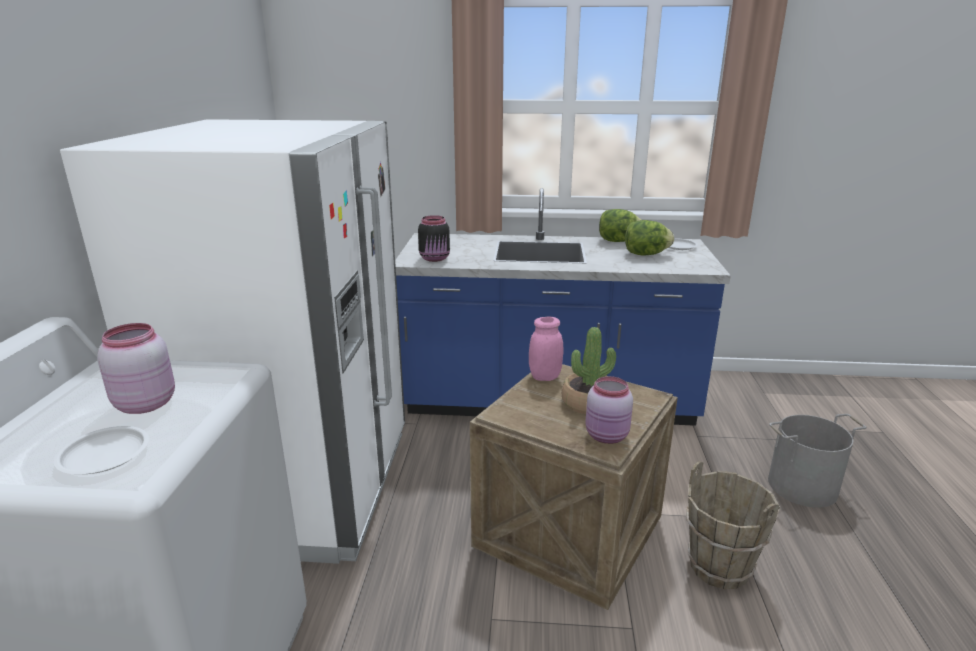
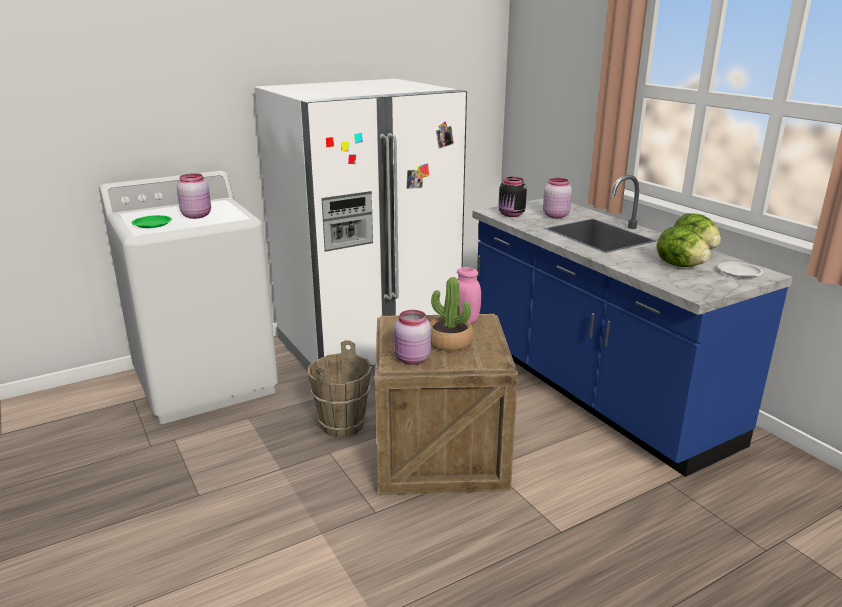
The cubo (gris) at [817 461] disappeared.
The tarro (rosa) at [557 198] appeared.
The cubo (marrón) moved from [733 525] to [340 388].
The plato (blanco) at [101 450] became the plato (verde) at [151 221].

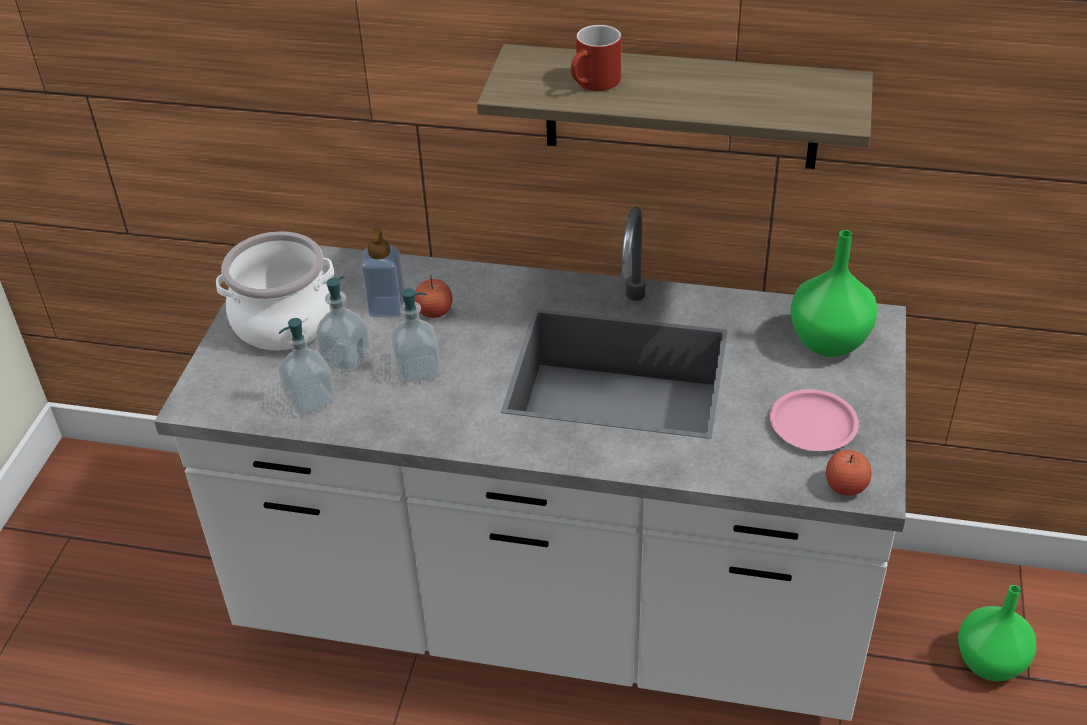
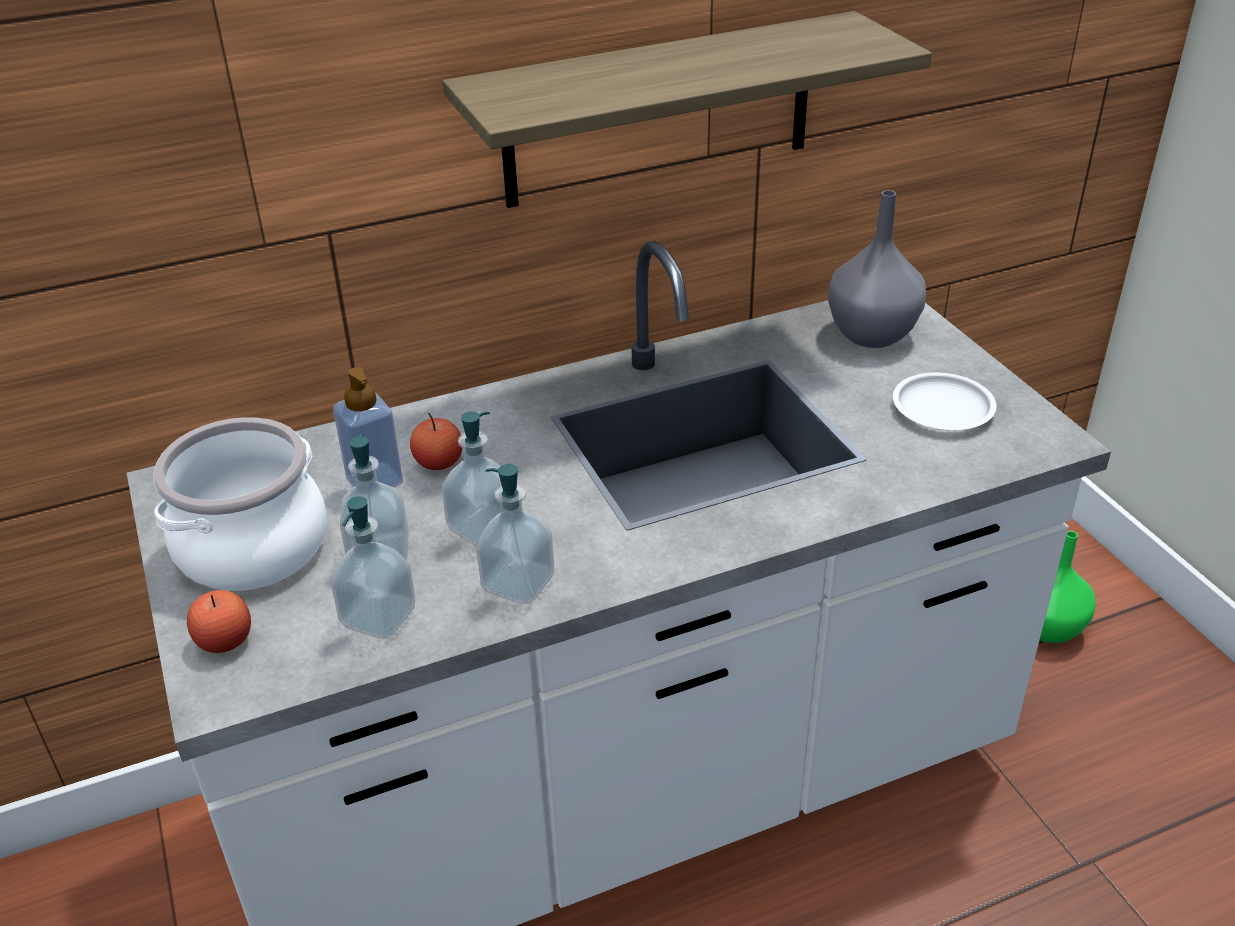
The taza grande (rojo) at [596 58] disappeared.
The dispensador de jabón at [515 534] appeared.
The manzana moved from [848 473] to [219 621].
The plato (rosa) at [814 420] became the plato (blanco) at [945 401].
The florero (verde) at [833 293] became the florero (gris) at [877 269].

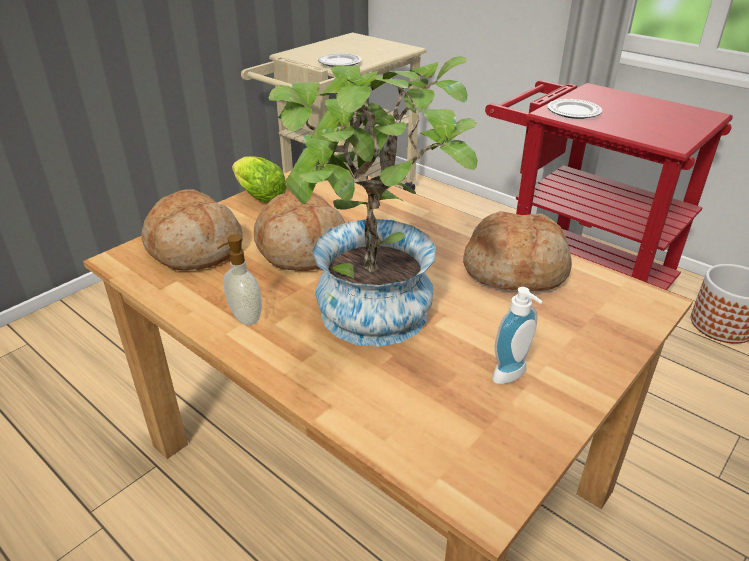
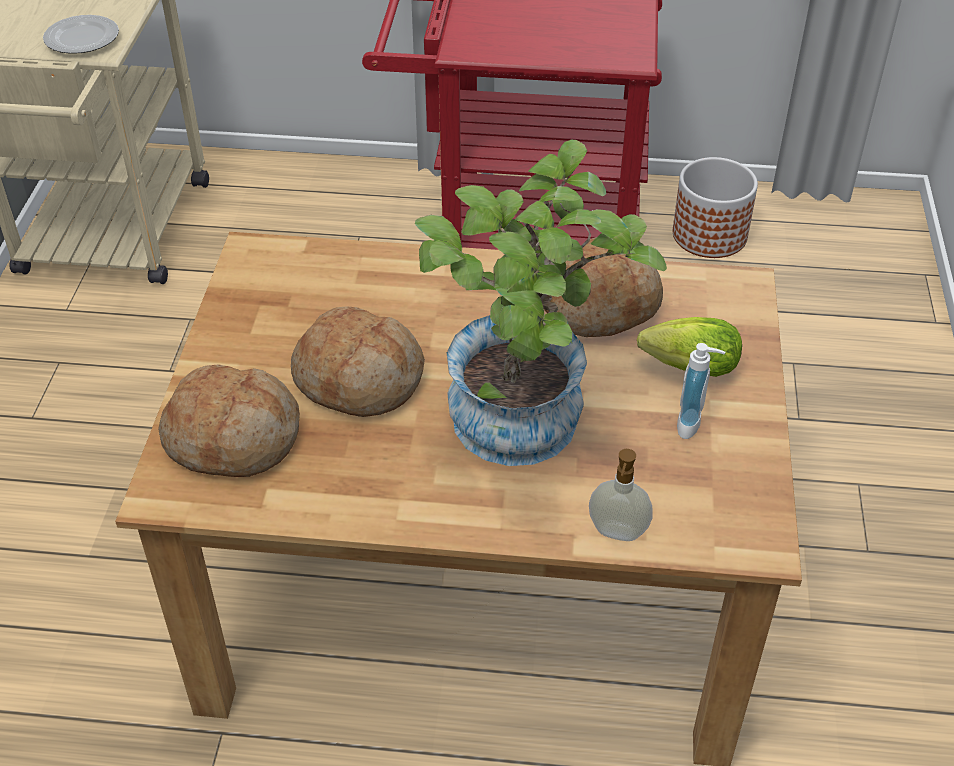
The plato at [574 109] disappeared.
The dispensador de jabón moved from [239 279] to [621 495].
The lechuga moved from [259 179] to [689 347].

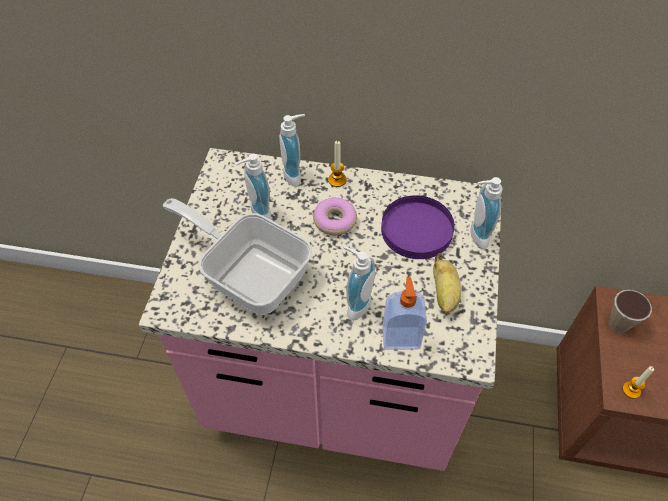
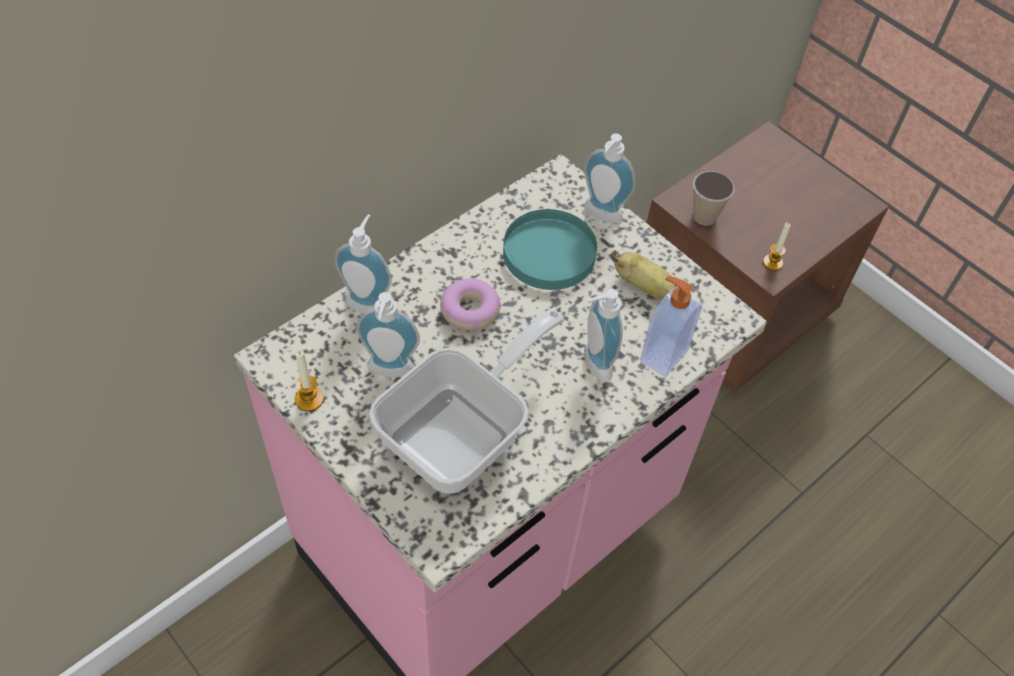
The vela moved from [337 164] to [309 381].
The plato (morado) at [418 227] became the plato (turquesa) at [550 249].
The sartén at [237 256] turned 150 degrees clockwise.

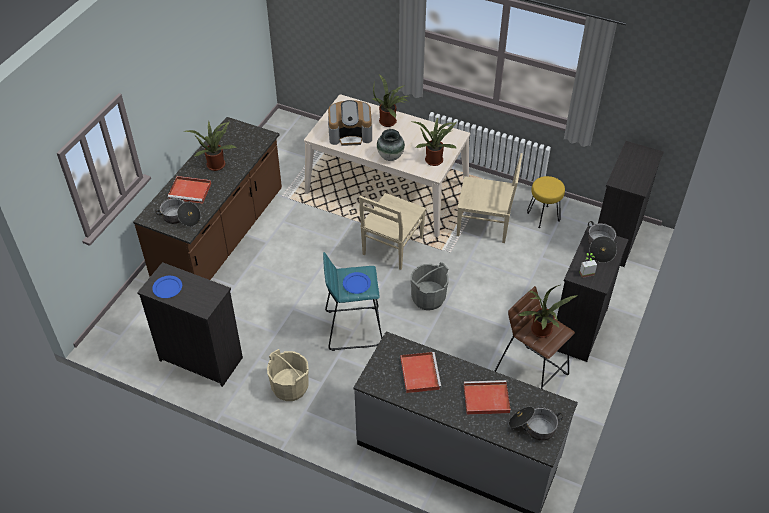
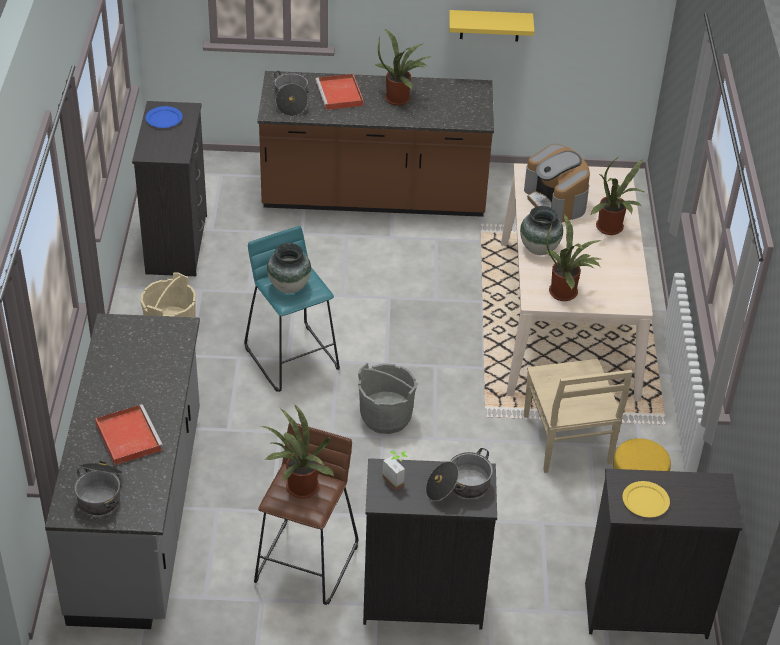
The silla (beis) at [392 231] disappeared.
The bandeja (rojo) at [420 372] disappeared.
The estante (amarillo) at [491 25] appeared.
The plato (amarillo) at [646 499] appeared.
The plato (azul) at [357 283] was replaced by the florero at [289 268].

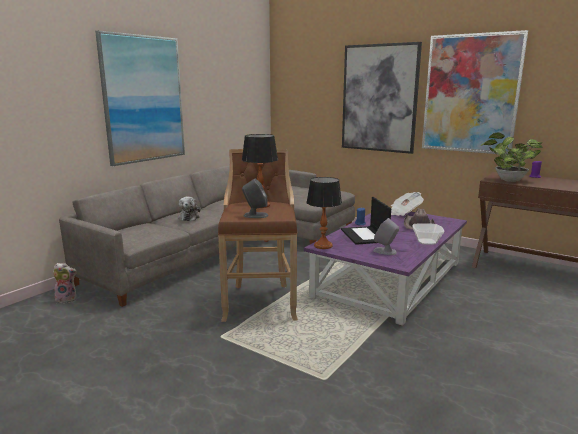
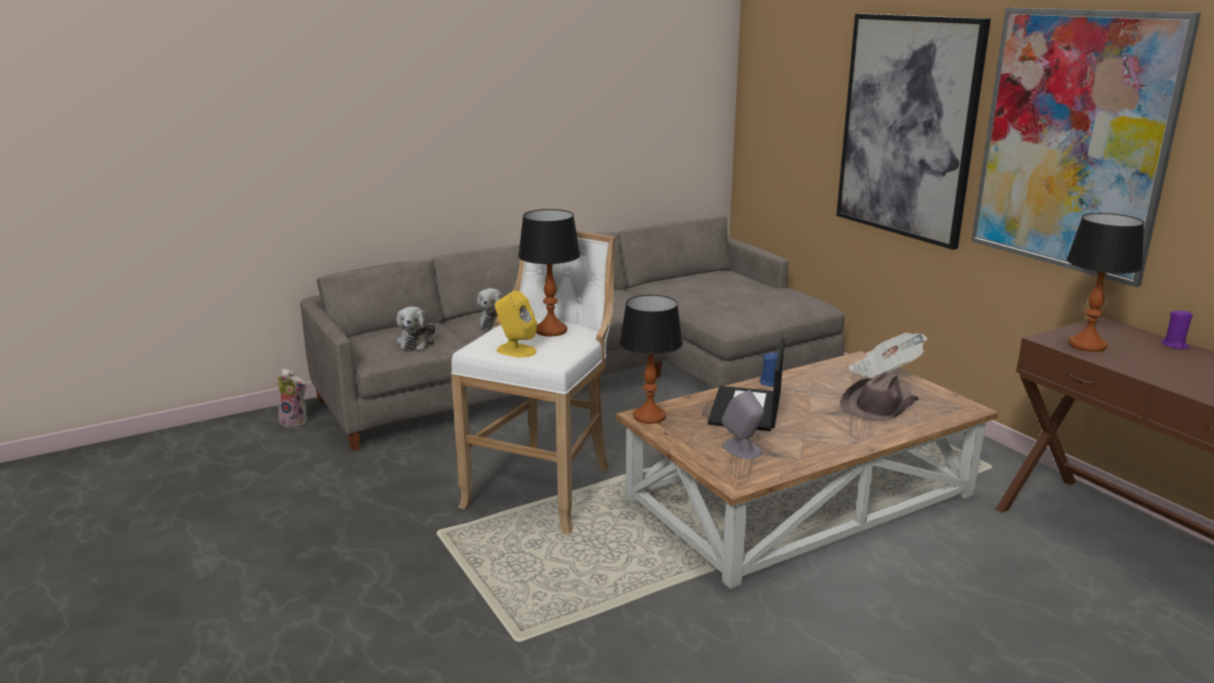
The cuadro at [140 98] disappeared.
The cuenco at [428 234] disappeared.
The peluche at [416 328] appeared.
The planta en maceta at [512 157] was replaced by the lámpara de mesa at [1105 282].
The taburete (marrón) at [258 235] became the taburete (blanco) at [533 381].
The altavoz (gris) at [255 198] became the altavoz (amarillo) at [516 324].
The mesa de centro (morado) at [385 269] became the mesa de centro (marrón) at [807 470].

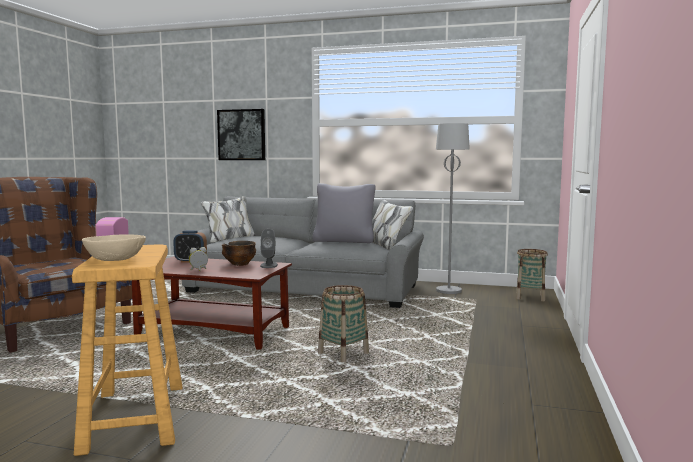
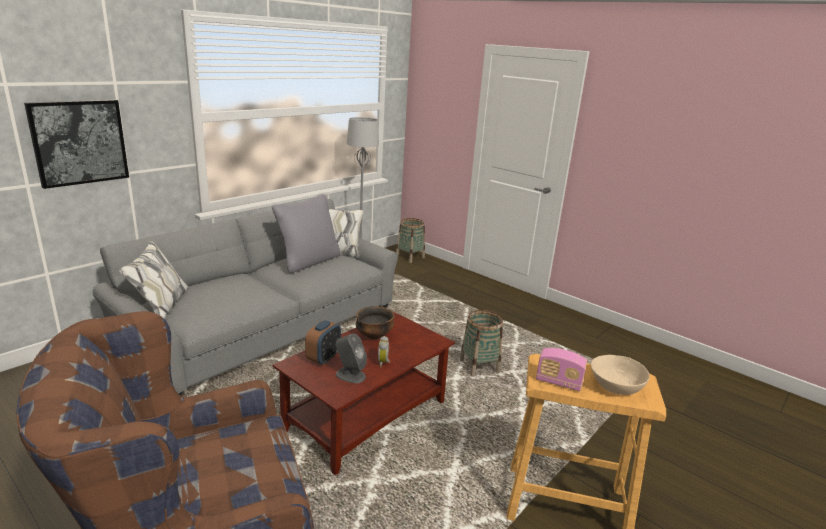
The altavoz (gris) moved from [269 248] to [351 358].

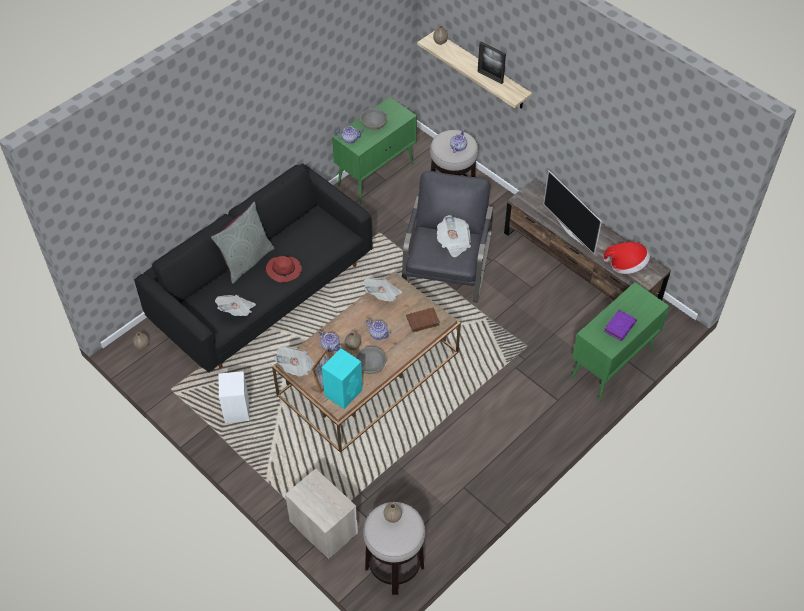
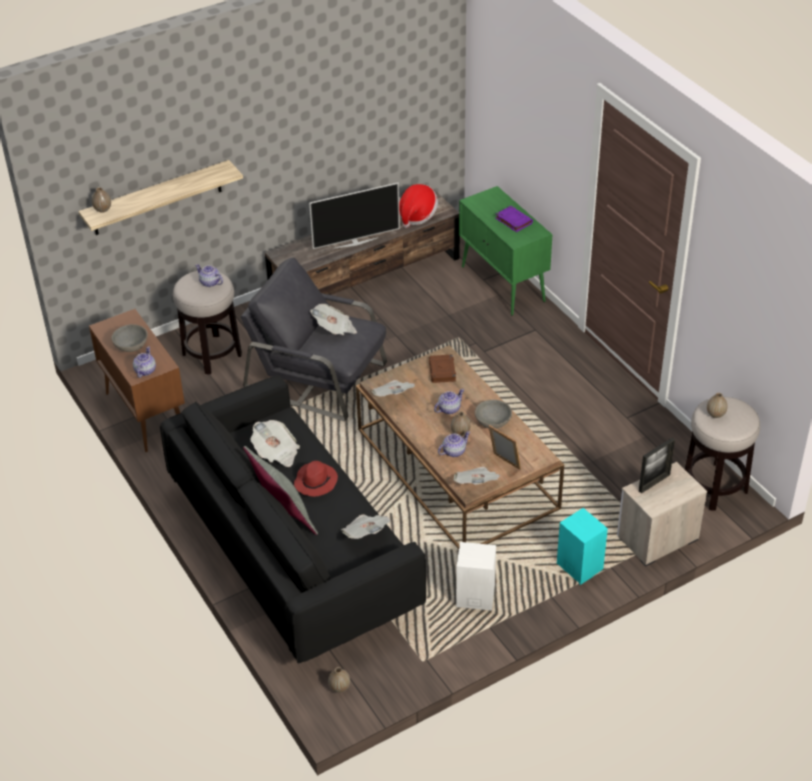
The periódico at [275 443] appeared.
The altavoz (turquesa) moved from [342 378] to [582 546].
The portarretratos moved from [492 62] to [657 466].
The armario (verde) at [374 150] became the armario (marrón) at [137 380].

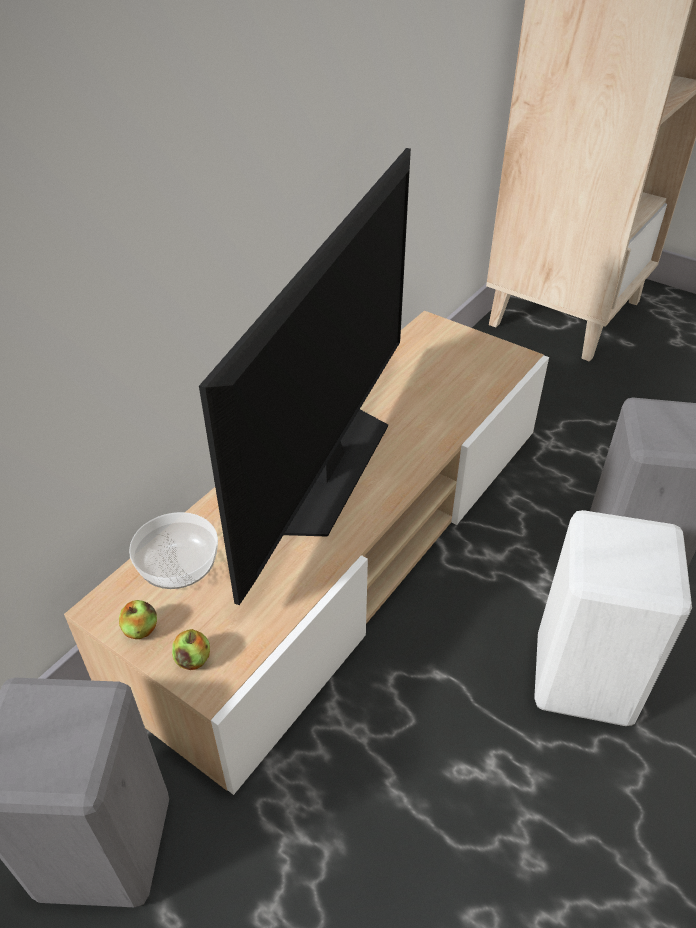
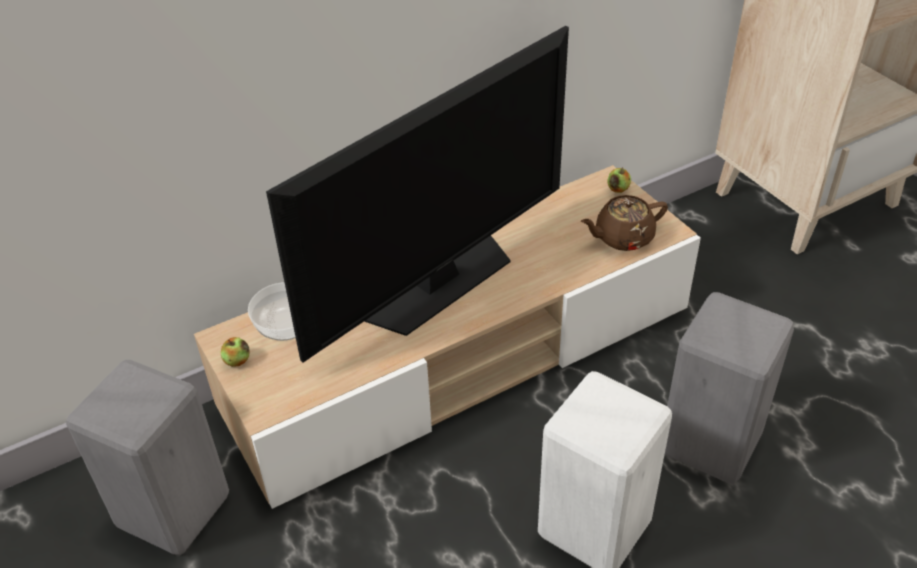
The tetera (marrón) at [624 223] appeared.
The manzana moved from [191 649] to [619 180].

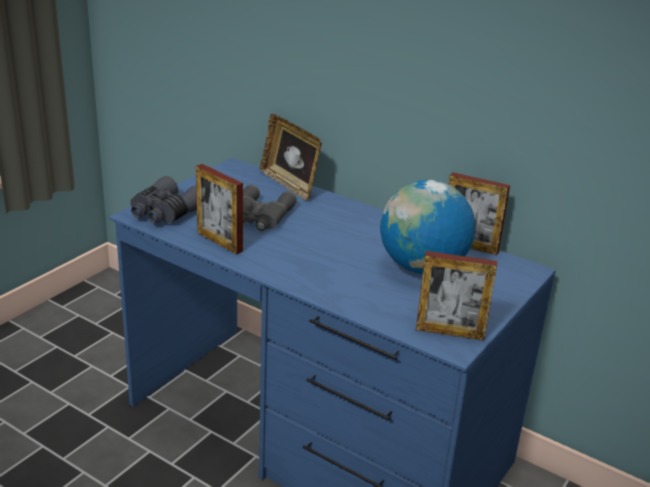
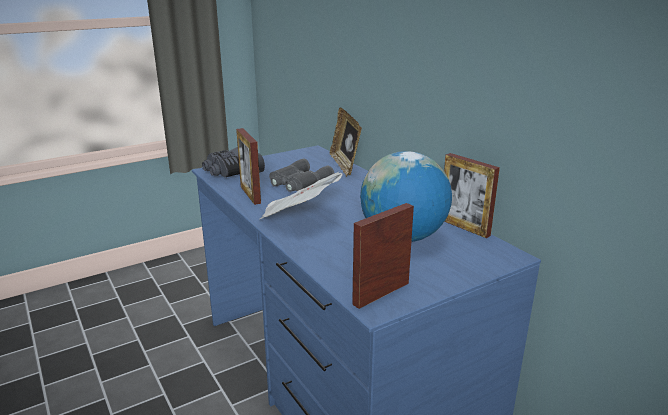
The periódico at [301 195] appeared.
The portarretratos at [456 296] turned 105 degrees clockwise.

